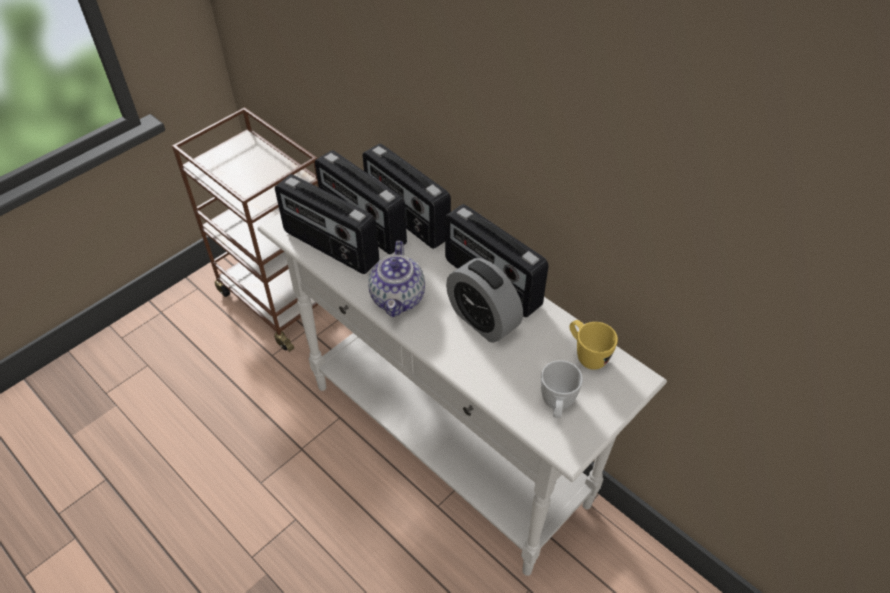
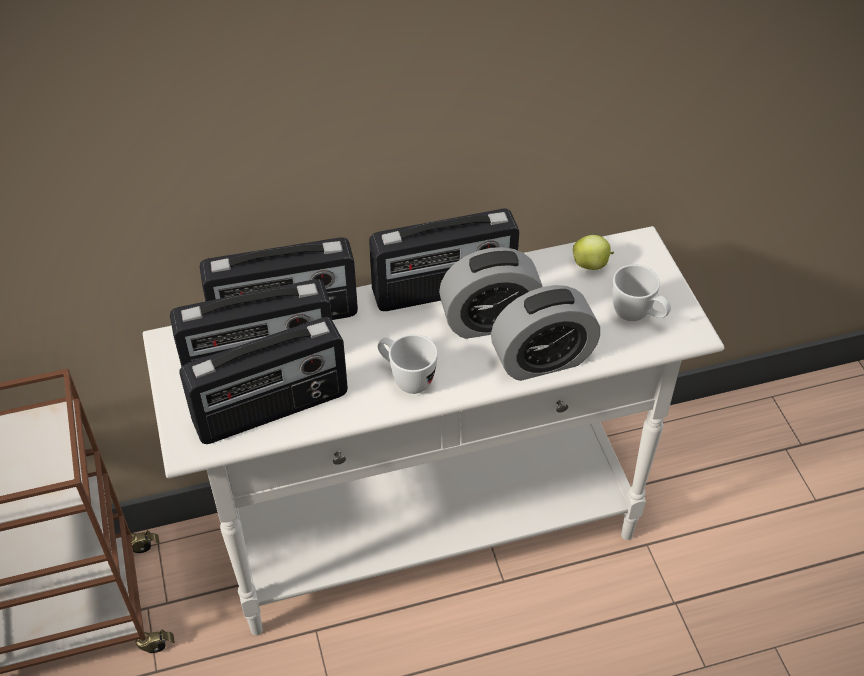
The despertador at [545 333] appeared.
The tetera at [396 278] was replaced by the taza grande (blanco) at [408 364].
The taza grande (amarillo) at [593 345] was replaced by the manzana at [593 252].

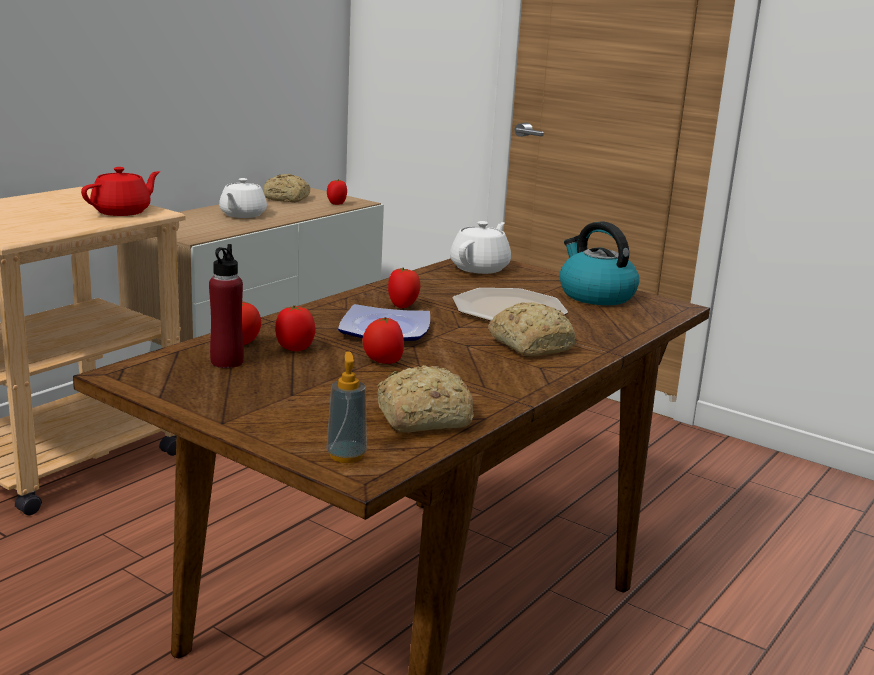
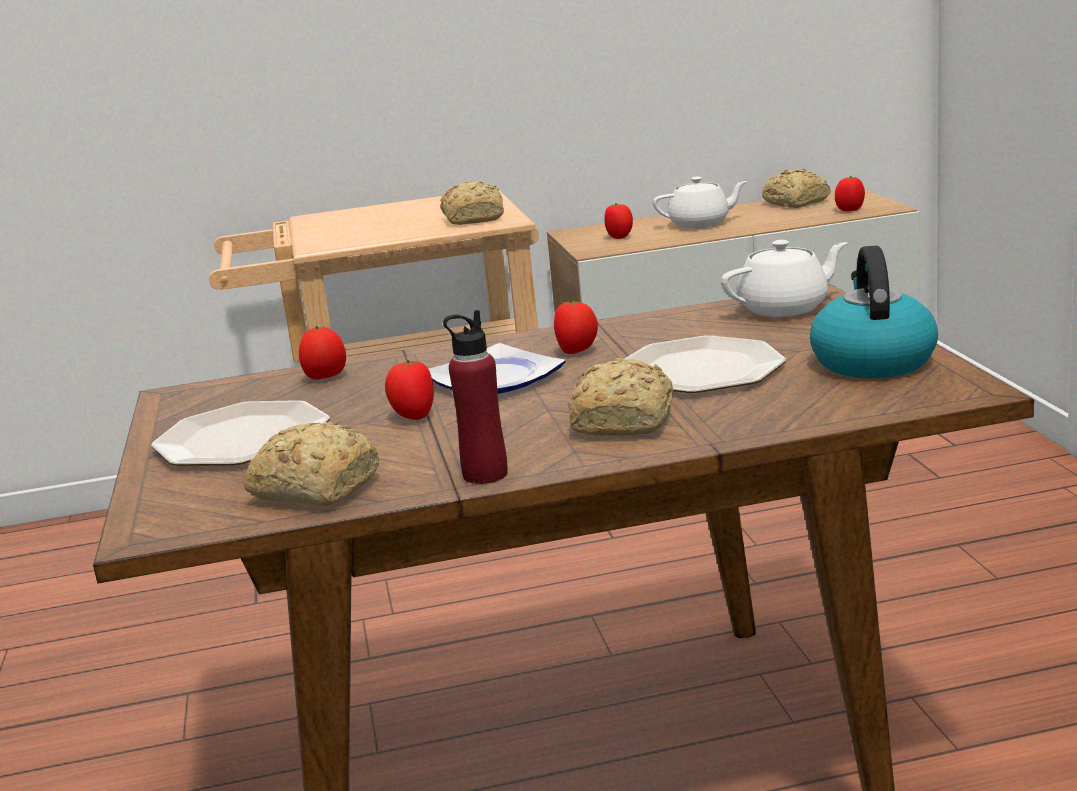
The dispensador de jabón at [346 407] disappeared.
The plato at [240 433] appeared.
The botella (rojo) moved from [226 306] to [475 397].
The tomate moved from [295 328] to [618 221].
The tetera (rojo) at [120 191] was replaced by the pan at [472 203].
The tetera (blanco) at [243 198] turned 150 degrees counterclockwise.

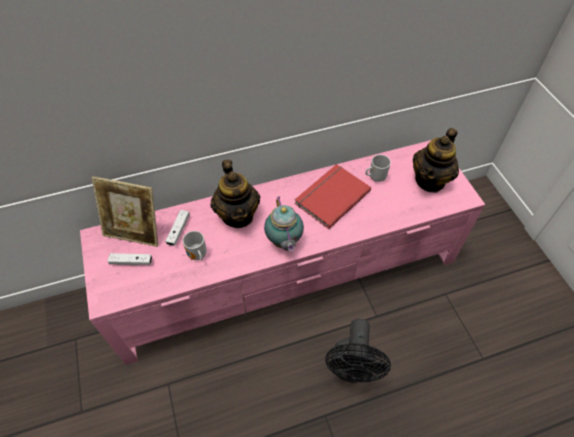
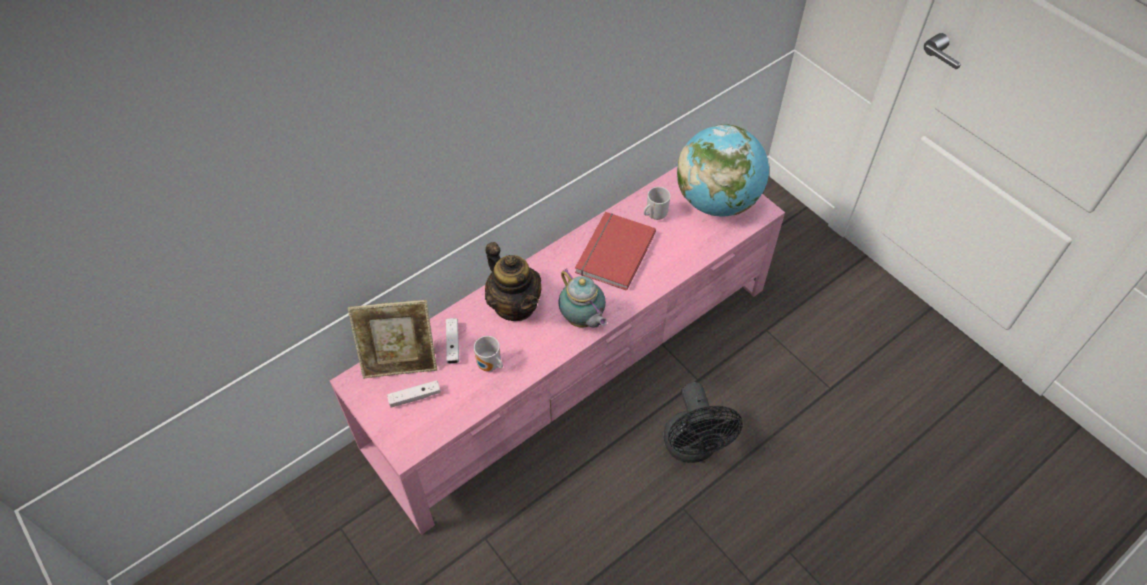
The tetera at [436 160] was replaced by the globo terráqueo at [723 170].

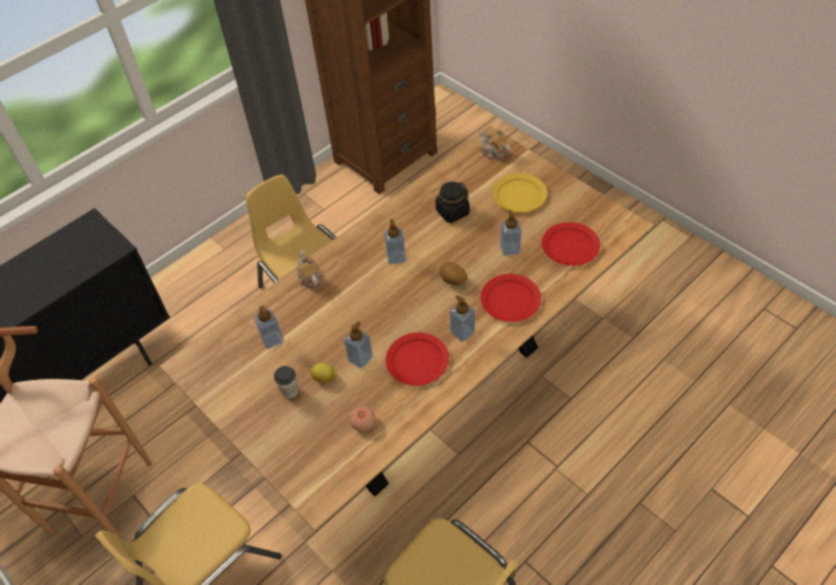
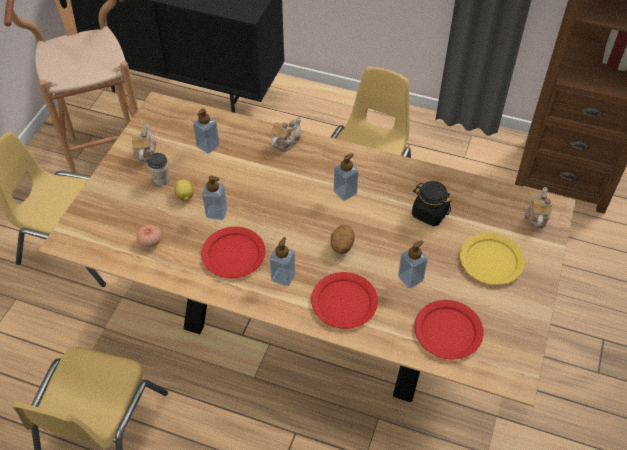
The tetera at [144 143] appeared.

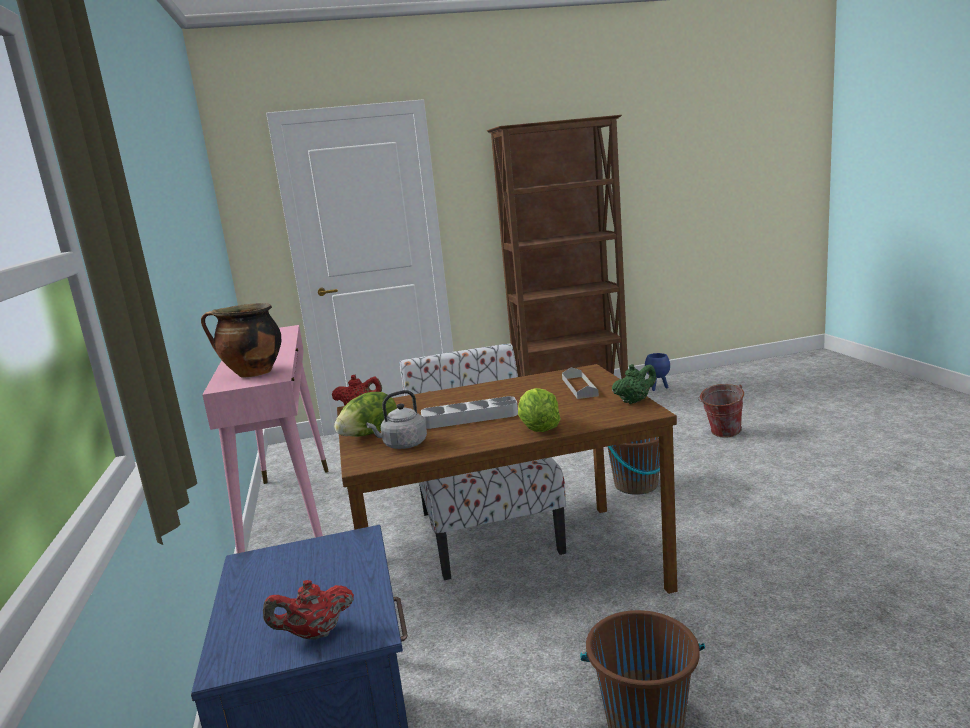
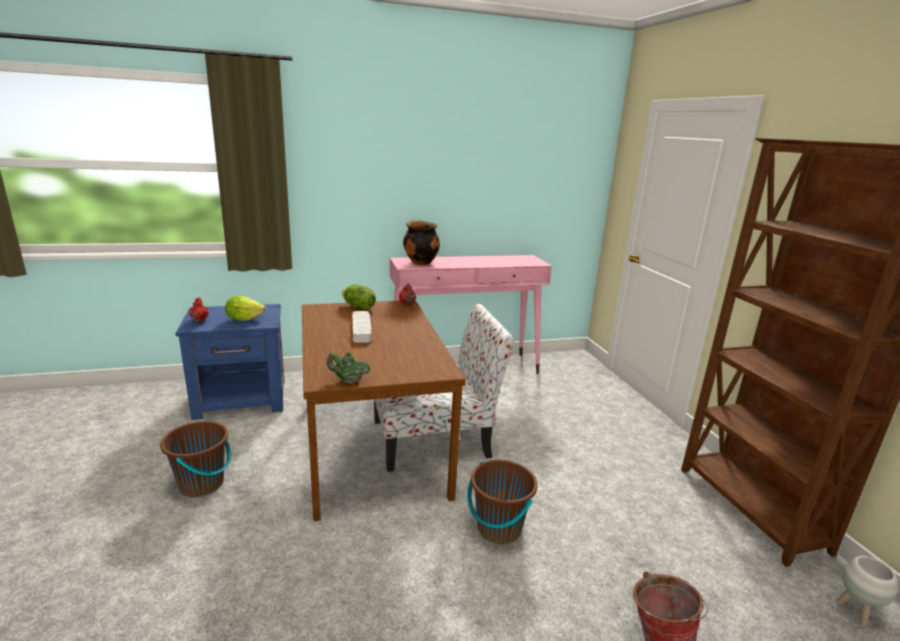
The hervidor (gris) at [396 419] disappeared.
The bandeja (gris) at [580 383] disappeared.
The lechuga moved from [539 410] to [245 308].
The maceta (azul) at [657 372] became the maceta (blanco) at [867 591].
The tetera (verde) at [634 384] turned 135 degrees clockwise.

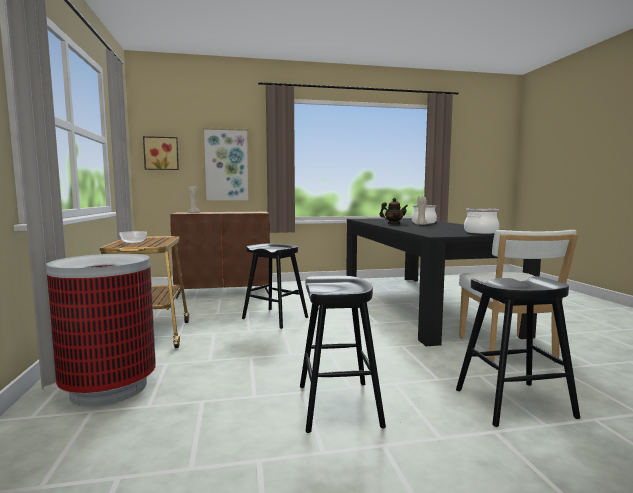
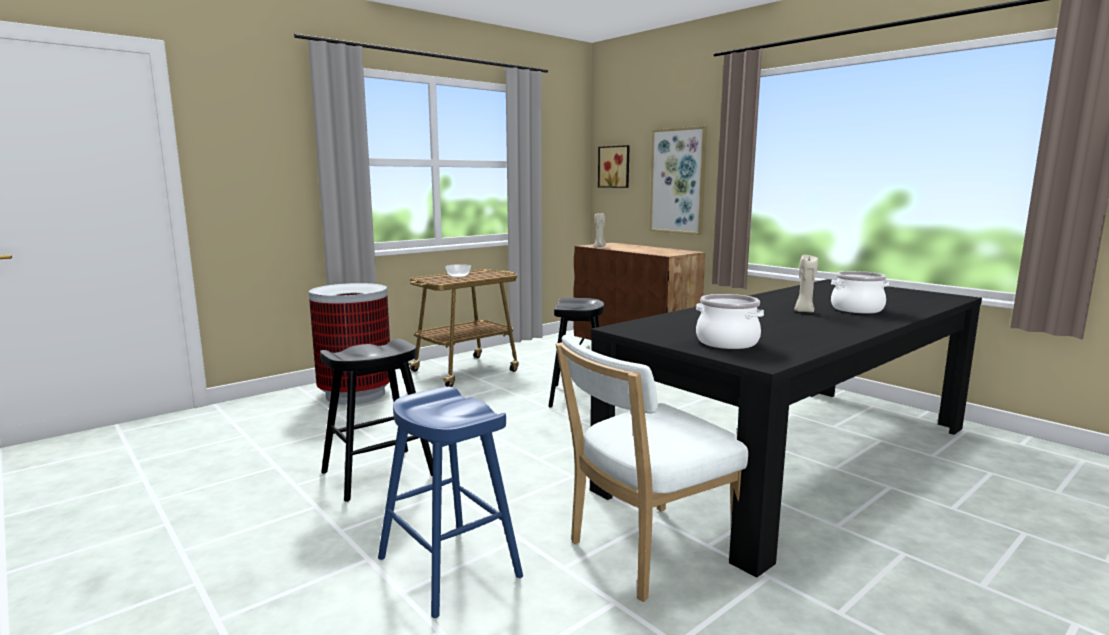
The tetera at [393 211] disappeared.
The taburete (negro) at [518 351] became the taburete (azul) at [450 502].

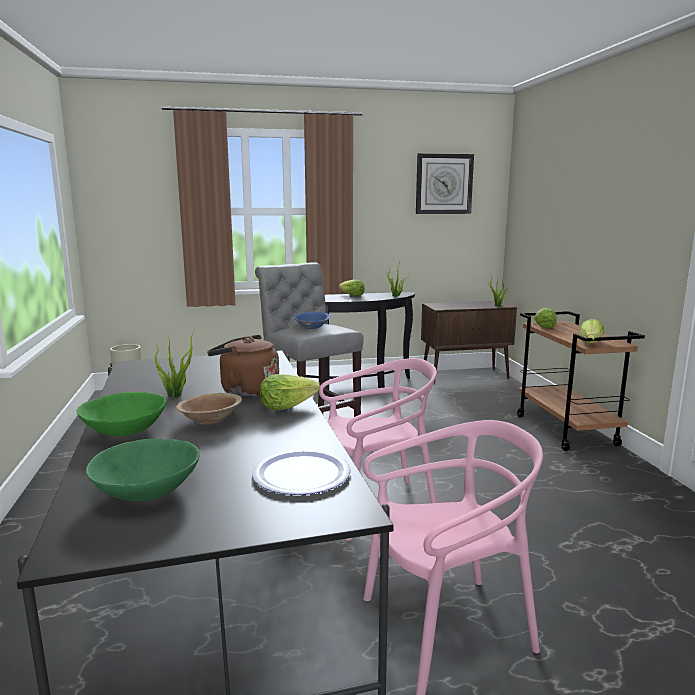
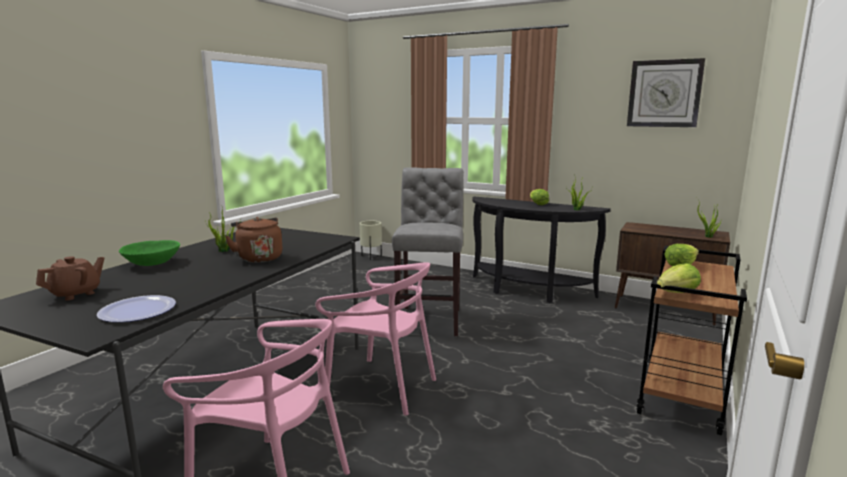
The cuenco (marrón) at [209 409] disappeared.
The lechuga at [290 392] disappeared.
The cuenco (azul) at [312 320] disappeared.
The cuenco (verde) at [143 469] was replaced by the tetera (marrón) at [70 278].

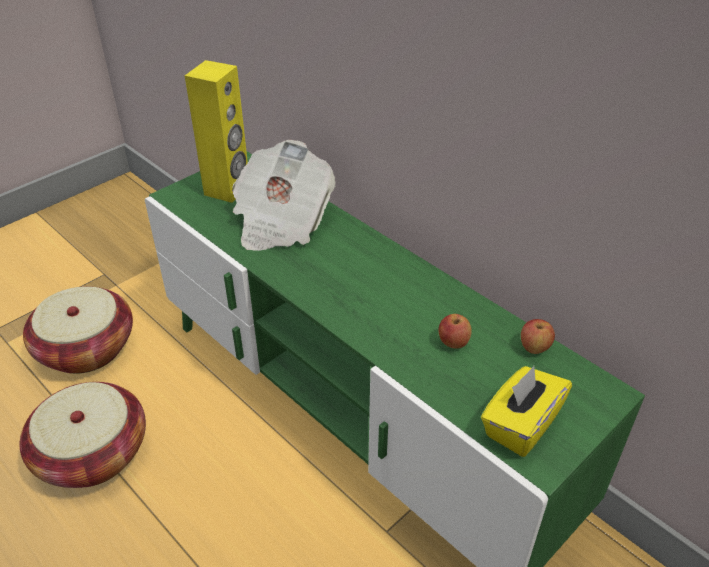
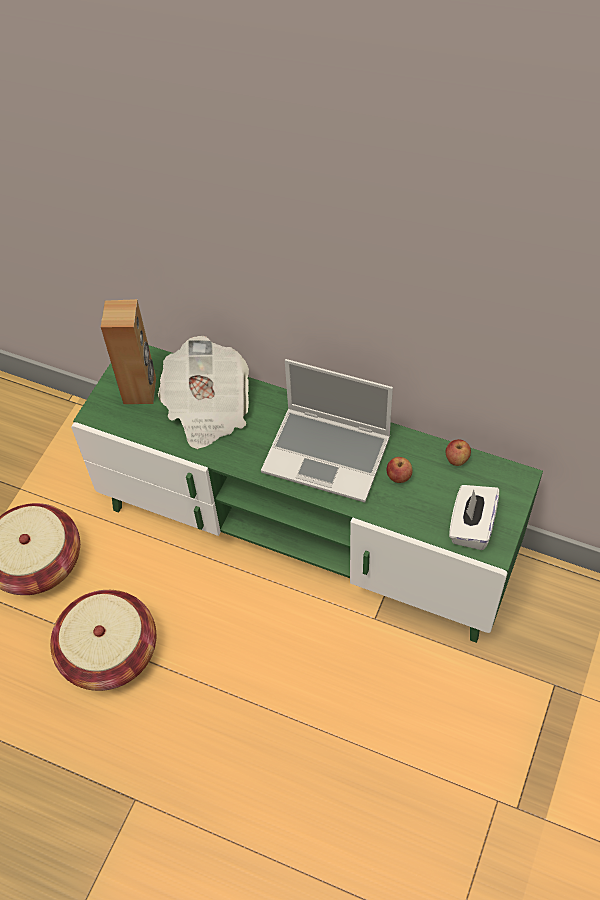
The portátil at [327 431] appeared.
The altavoz (amarillo) at [216 131] became the altavoz (marrón) at [128 351].
The caja de pañuelos (amarillo) at [526 411] became the caja de pañuelos (blanco) at [474 517].

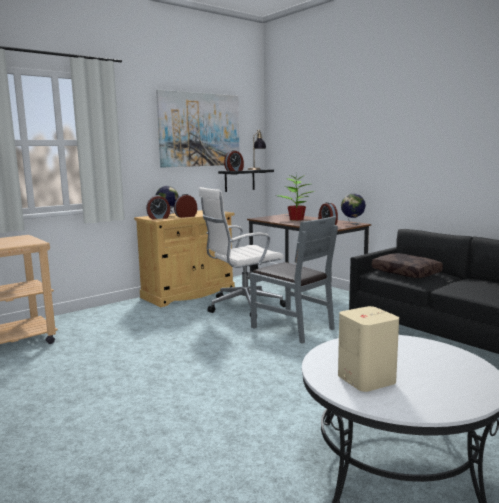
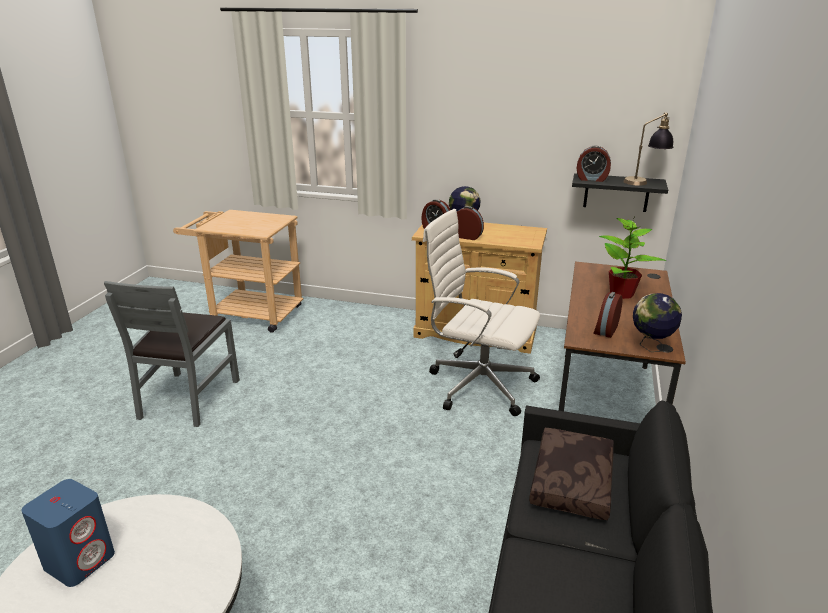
The cuadro at [197 129] disappeared.
The silla (gris) moved from [294 280] to [172 354].
The altavoz (beis) at [368 349] became the altavoz (azul) at [68 533].

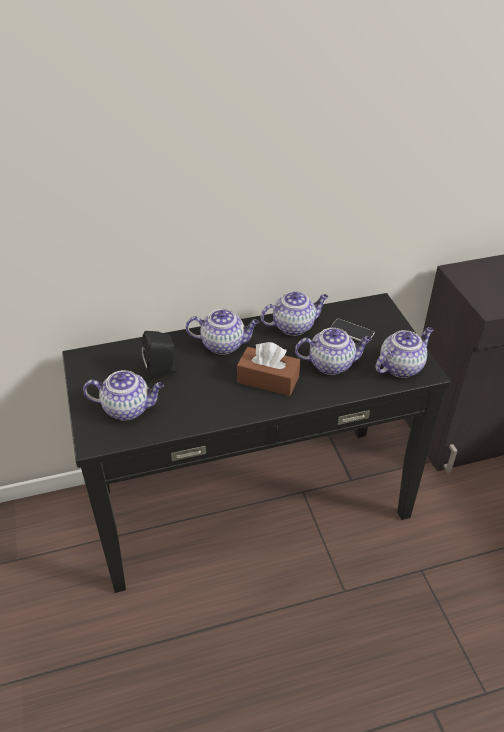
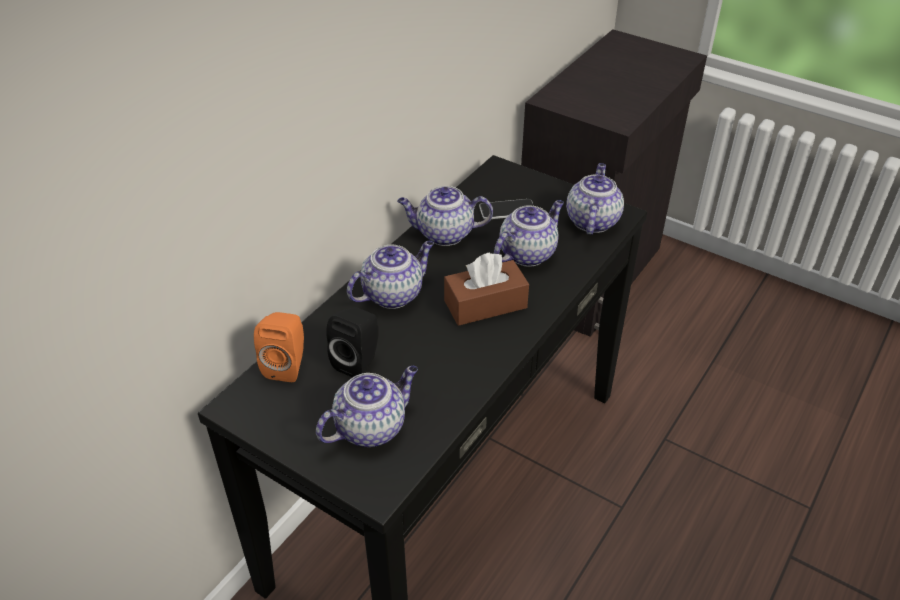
The altavoz (naranja) at [279 347] appeared.
The tetera at [294 313] turned 120 degrees counterclockwise.

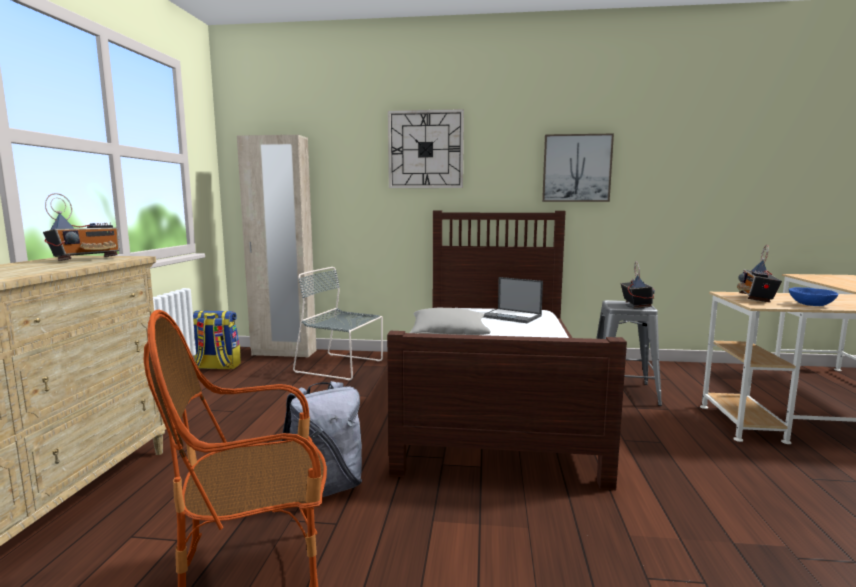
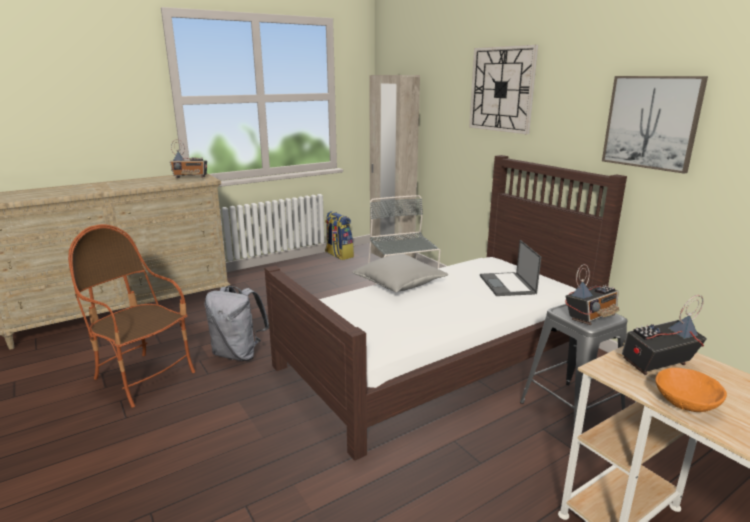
The cuenco (azul) at [813 296] became the cuenco (naranja) at [691 390].

